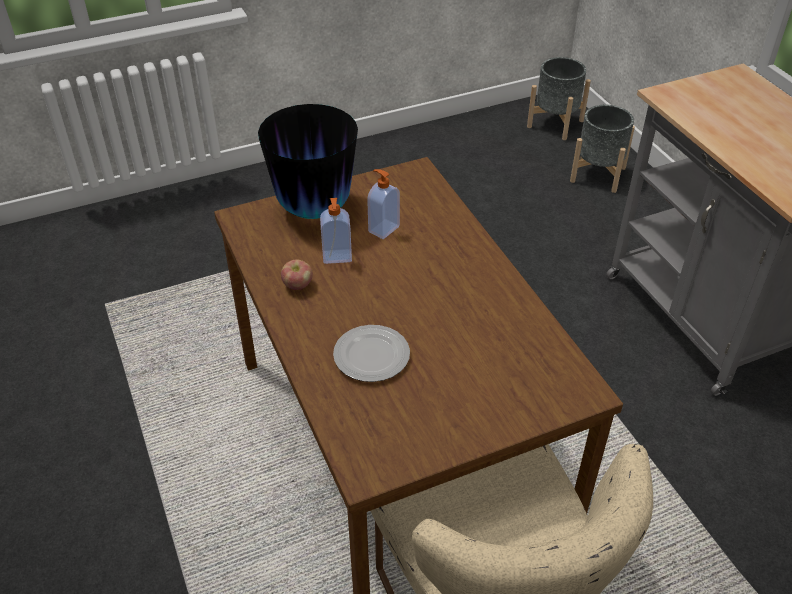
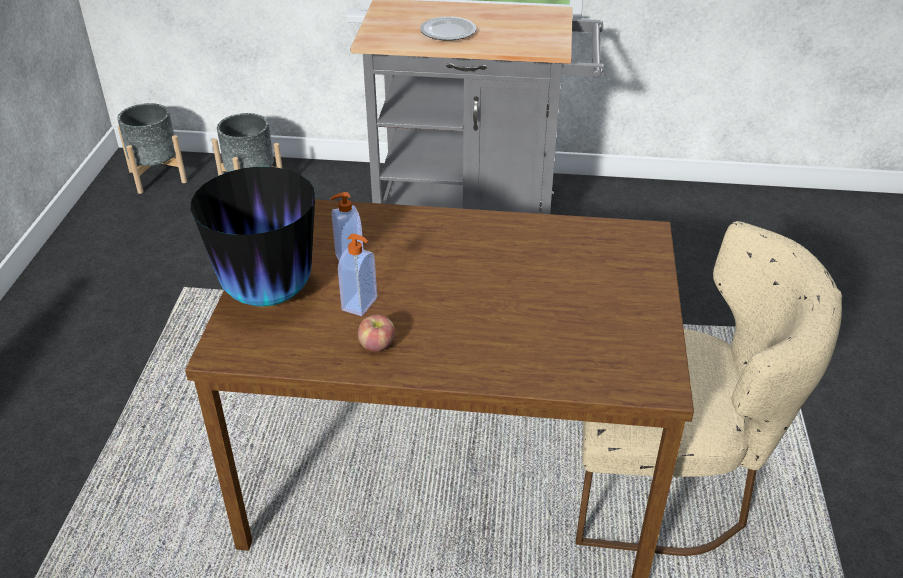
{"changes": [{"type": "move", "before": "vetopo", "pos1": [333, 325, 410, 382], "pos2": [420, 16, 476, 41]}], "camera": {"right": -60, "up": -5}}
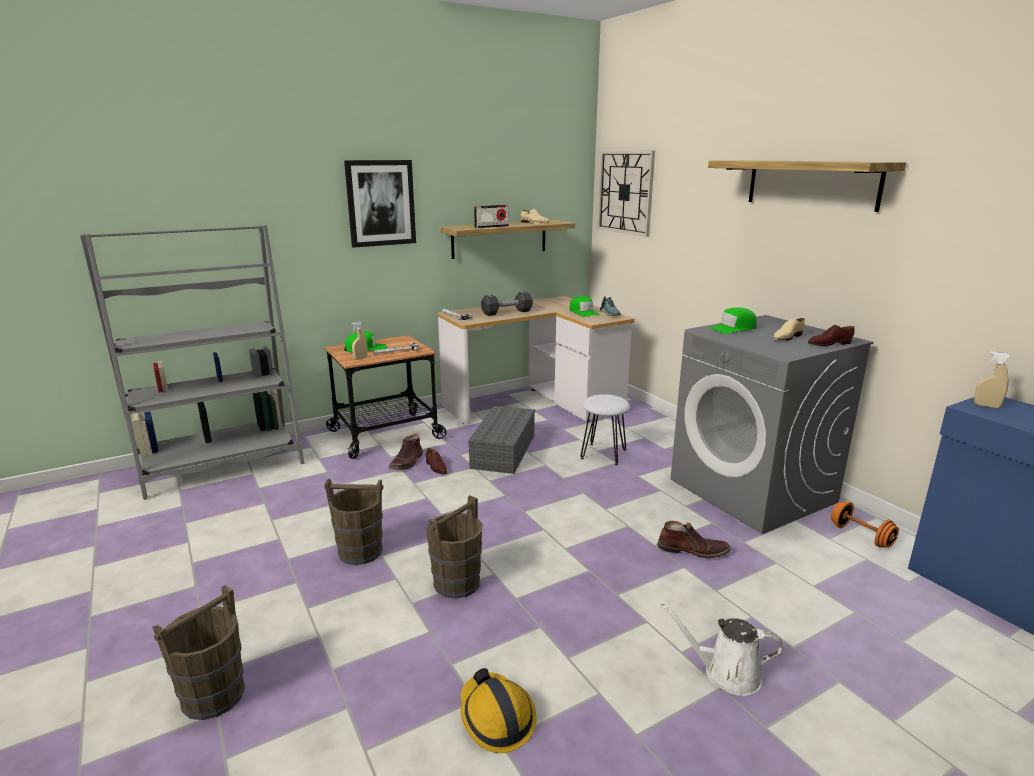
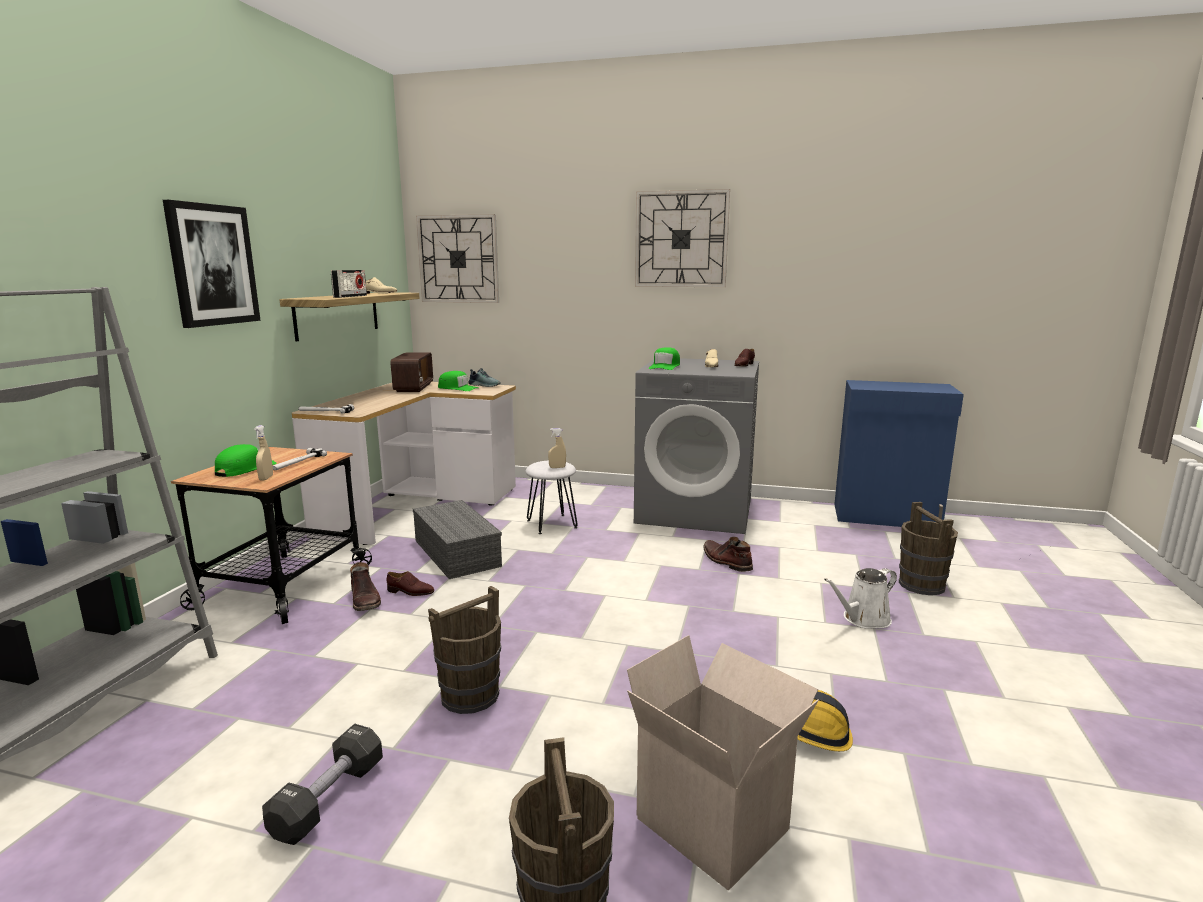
{"changes": [{"type": "delete", "before": "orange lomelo", "pos1": [831, 501, 899, 548]}, {"type": "insert", "after": "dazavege", "pos2": [391, 353, 433, 392]}, {"type": "insert", "after": "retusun", "pos2": [627, 635, 819, 891]}, {"type": "move", "before": "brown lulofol", "pos1": [426, 495, 483, 599], "pos2": [899, 502, 958, 595]}, {"type": "move", "before": "black lomelo", "pos1": [481, 292, 533, 316], "pos2": [262, 724, 383, 845]}, {"type": "move", "before": "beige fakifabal", "pos1": [974, 351, 1011, 408], "pos2": [548, 428, 566, 468]}, {"type": "replace", "before": "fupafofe", "after": "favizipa", "pos1": [708, 160, 906, 212], "pos2": [635, 189, 730, 287]}, {"type": "rotate", "before": "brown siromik", "pos1": [657, 521, 731, 558], "pos2": [703, 537, 753, 572], "turn": -90}], "camera": {"right": -45, "up": -5}}
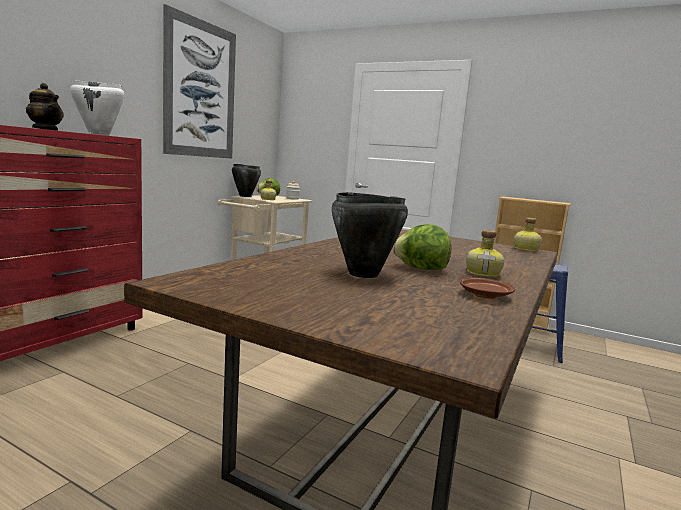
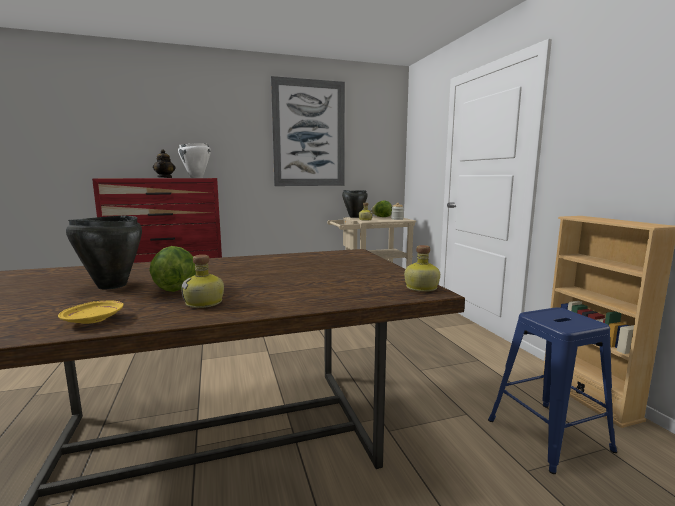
{"changes": [{"type": "recolor", "before": "brown vetopo", "after": "yellow vetopo", "pos1": [460, 278, 515, 298], "pos2": [58, 301, 123, 324]}], "camera": {"right": 45, "up": 0}}
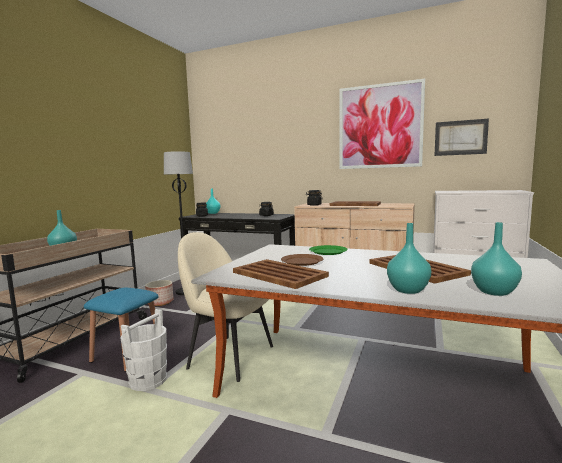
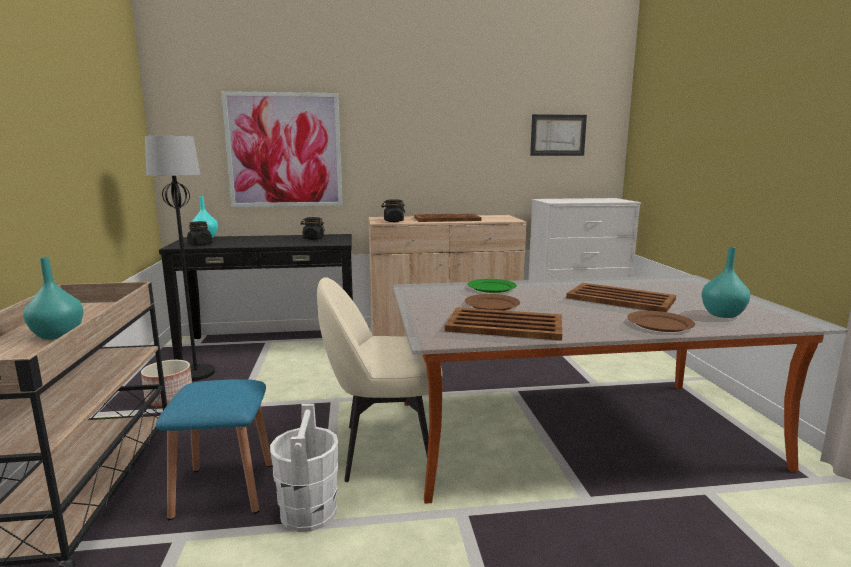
{"changes": [{"type": "move", "before": "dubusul", "pos1": [340, 79, 425, 169], "pos2": [221, 91, 343, 207]}, {"type": "replace", "before": "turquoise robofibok", "after": "brown vetopo", "pos1": [387, 223, 431, 294], "pos2": [627, 311, 695, 332]}], "camera": {"right": -30, "up": 5}}
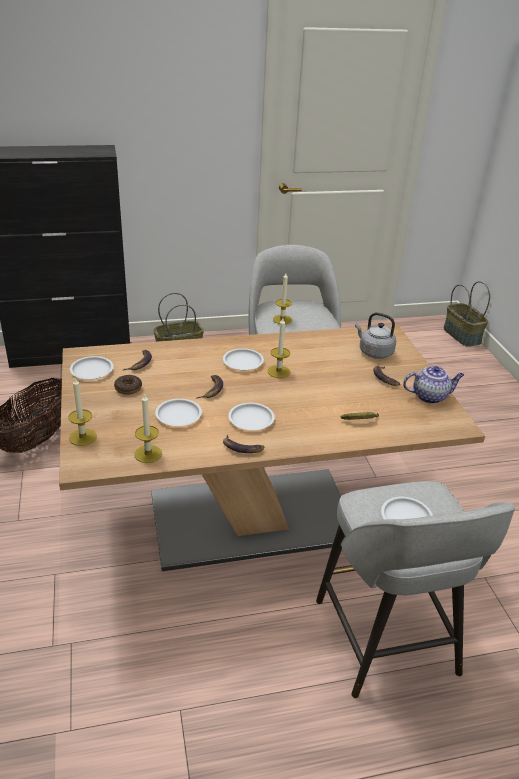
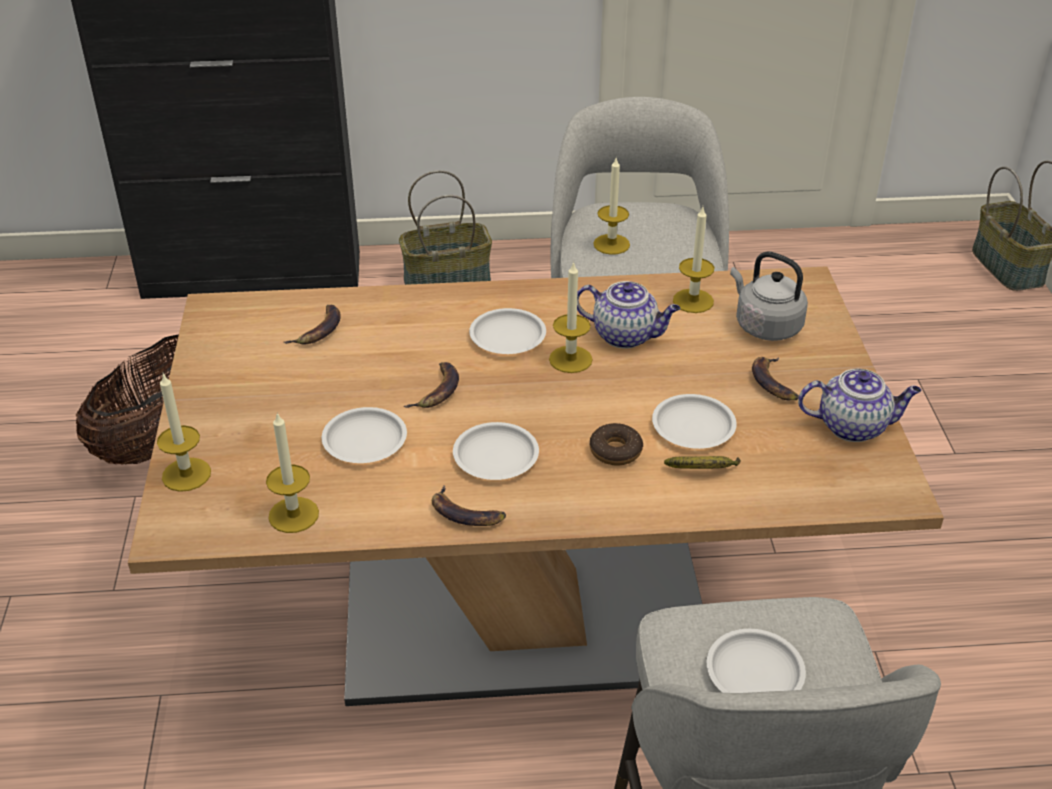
{"changes": [{"type": "insert", "after": "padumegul", "pos2": [577, 281, 680, 349]}, {"type": "insert", "after": "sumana", "pos2": [673, 207, 714, 313]}, {"type": "move", "before": "white vetopo", "pos1": [70, 356, 113, 379], "pos2": [652, 394, 737, 449]}, {"type": "move", "before": "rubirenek", "pos1": [114, 375, 142, 395], "pos2": [590, 423, 643, 465]}], "camera": {"right": 10, "up": 5}}
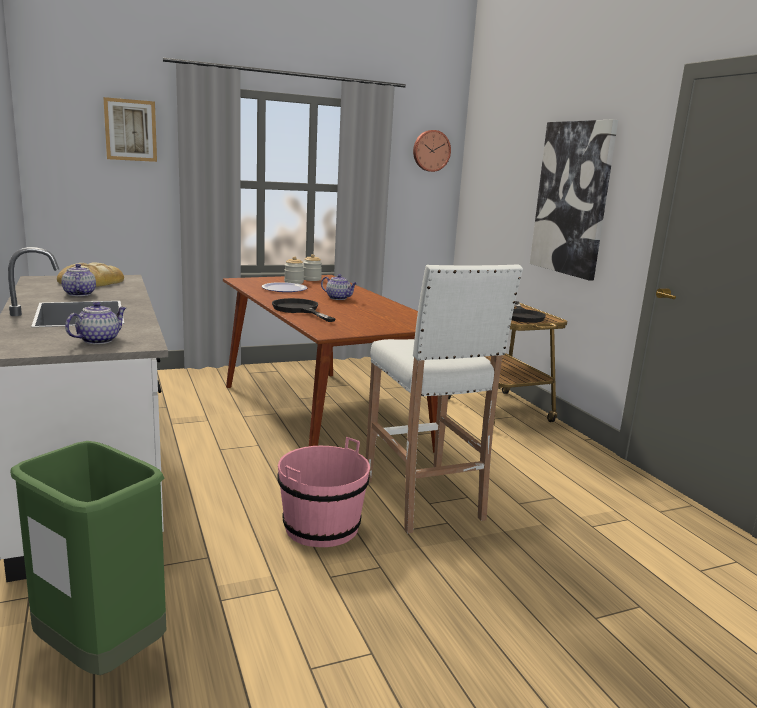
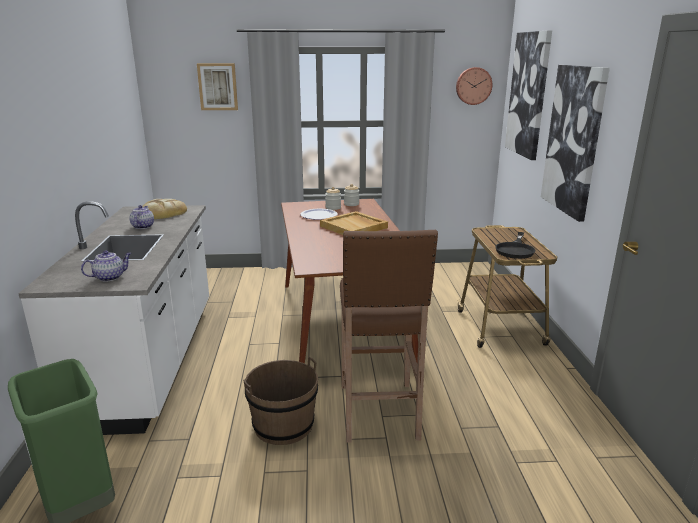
{"changes": [{"type": "delete", "before": "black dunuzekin", "pos1": [272, 298, 336, 322]}, {"type": "insert", "after": "dubusul", "pos2": [505, 30, 552, 160]}, {"type": "replace", "before": "padumegul", "after": "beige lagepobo", "pos1": [321, 274, 357, 300], "pos2": [320, 211, 388, 235]}, {"type": "recolor", "before": "pink lulofol", "after": "brown lulofol", "pos1": [277, 437, 370, 547], "pos2": [243, 357, 318, 445]}, {"type": "recolor", "before": "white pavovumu", "after": "brown pavovumu", "pos1": [366, 264, 523, 533], "pos2": [340, 230, 438, 443]}], "camera": {"right": 20, "up": 5}}
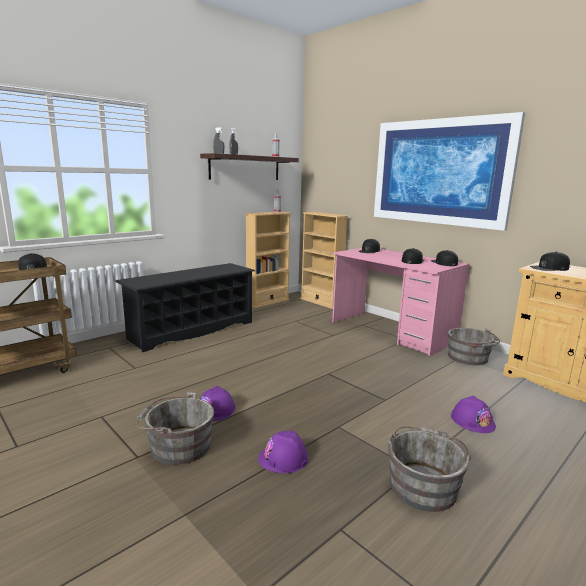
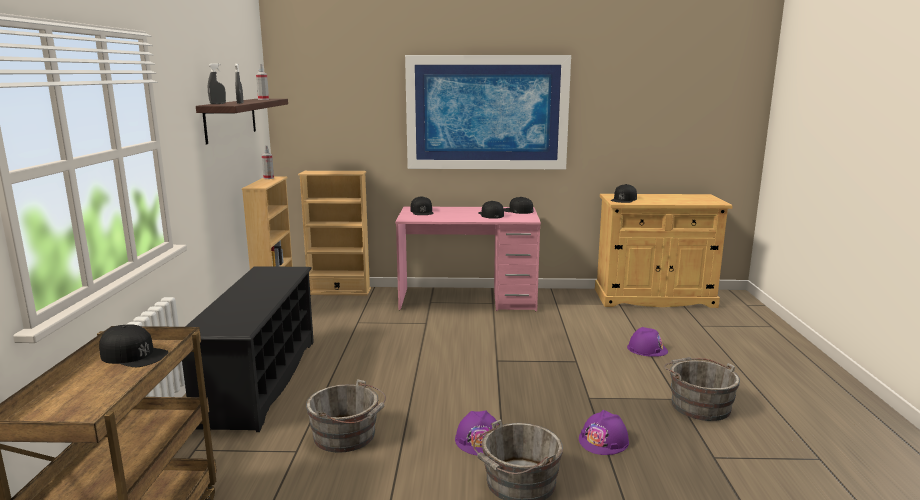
{"changes": [{"type": "move", "before": "grey lulofol", "pos1": [447, 328, 500, 365], "pos2": [306, 379, 386, 452]}], "camera": {"right": -45, "up": 0}}
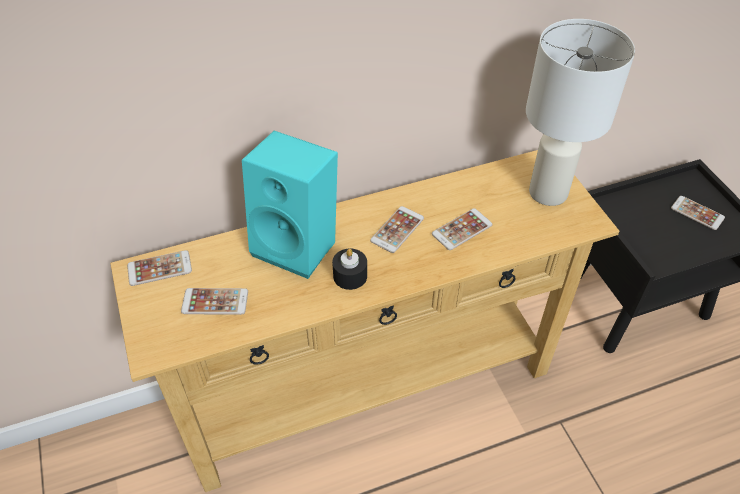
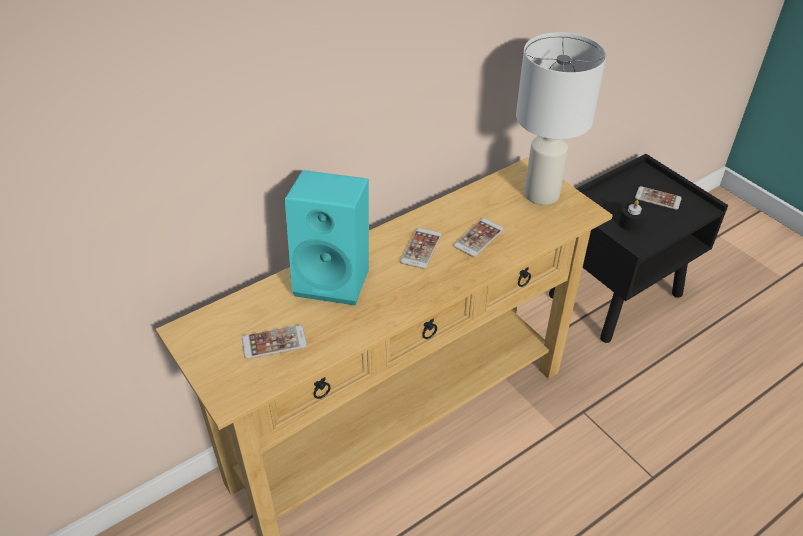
{"changes": [{"type": "delete", "before": "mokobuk", "pos1": [127, 250, 192, 286]}, {"type": "move", "before": "black sumana", "pos1": [332, 249, 367, 290], "pos2": [618, 200, 647, 231]}], "camera": {"right": -15, "up": -5}}
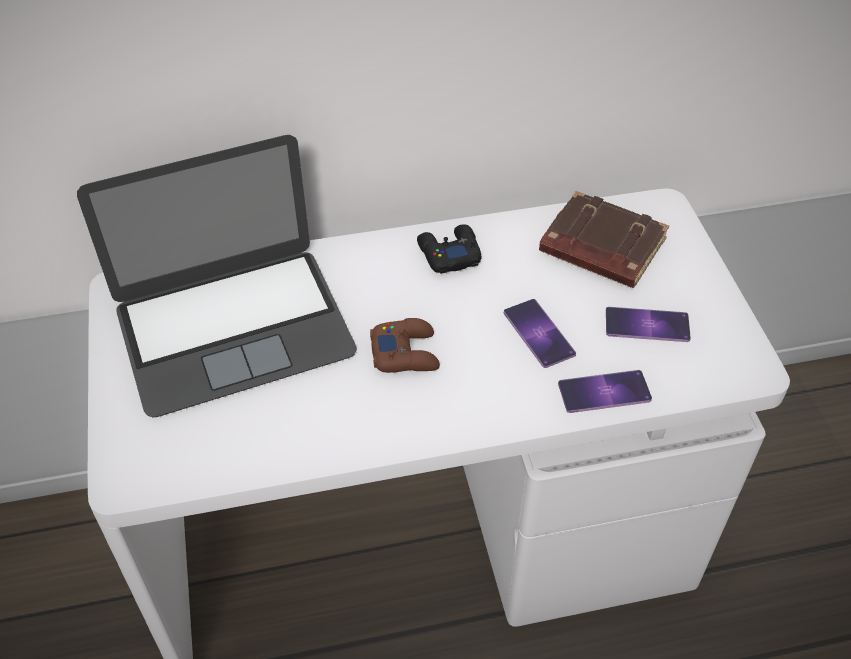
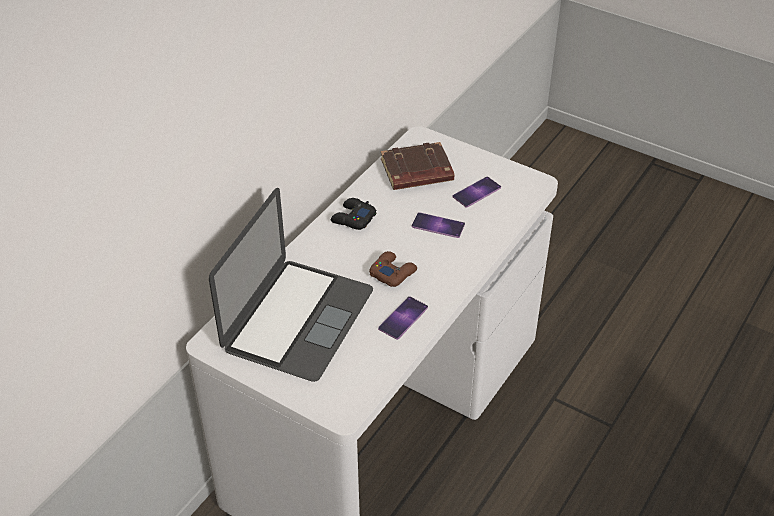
{"changes": [{"type": "move", "before": "mokobuk", "pos1": [558, 370, 652, 413], "pos2": [378, 296, 428, 340]}], "camera": {"right": -45, "up": -5}}
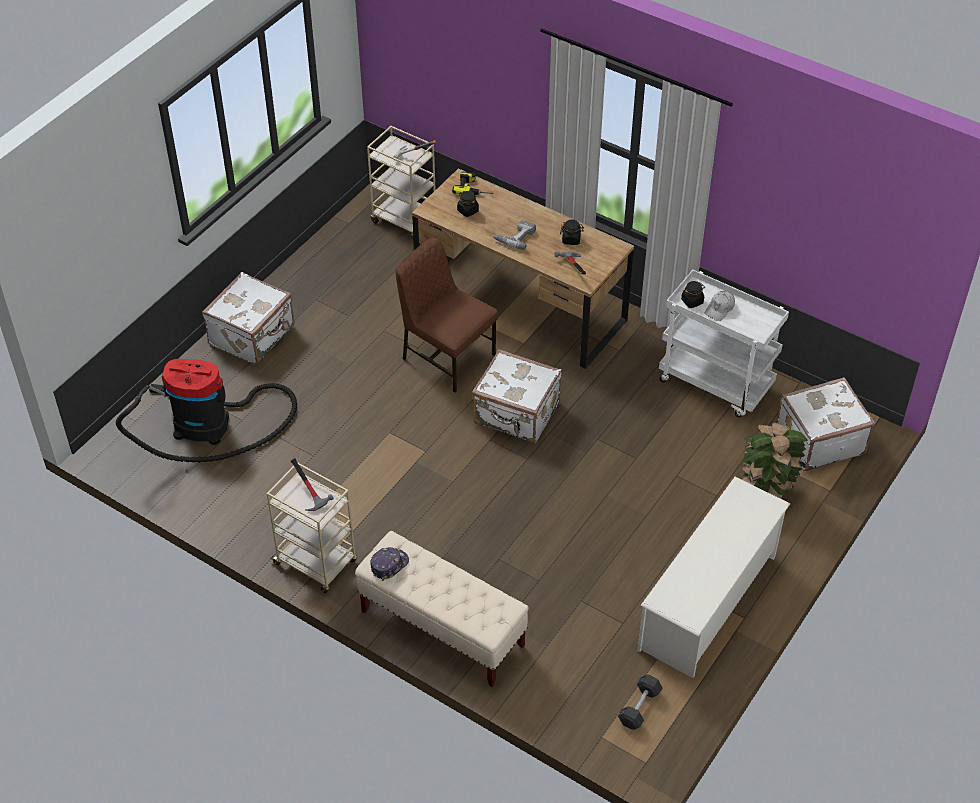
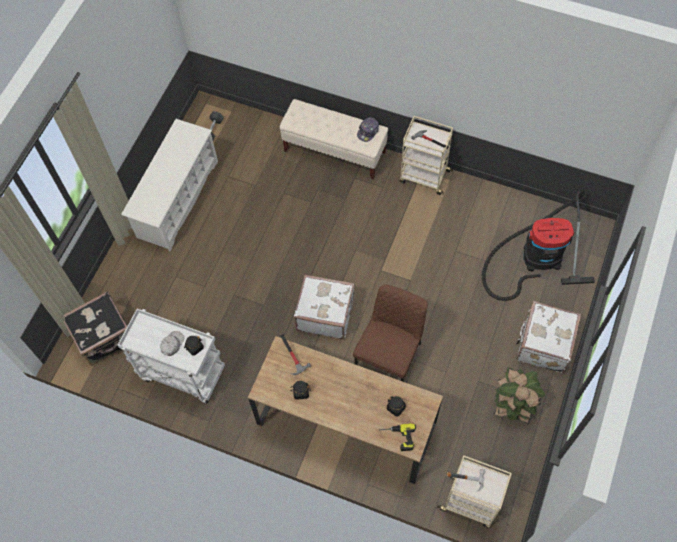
{"changes": [{"type": "delete", "before": "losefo", "pos1": [493, 220, 536, 250]}, {"type": "move", "before": "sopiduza", "pos1": [742, 422, 808, 499], "pos2": [494, 367, 545, 424]}, {"type": "recolor", "before": "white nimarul", "after": "black nimarul", "pos1": [777, 377, 875, 471], "pos2": [63, 291, 127, 366]}, {"type": "rotate", "before": "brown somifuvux", "pos1": [396, 238, 498, 393], "pos2": [353, 285, 428, 382], "turn": -90}], "camera": {"right": 170, "up": 15}}
